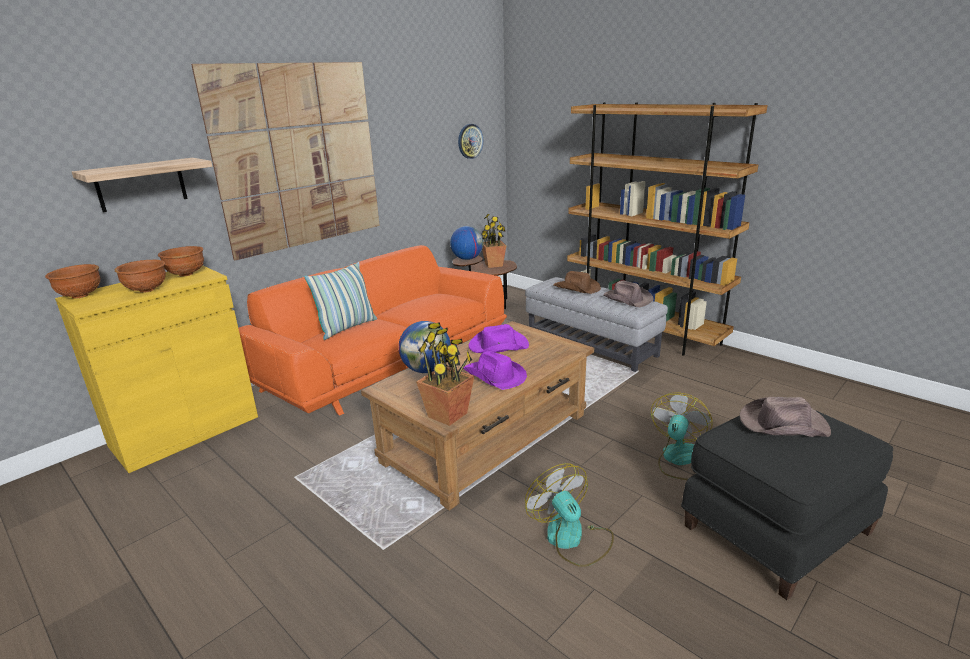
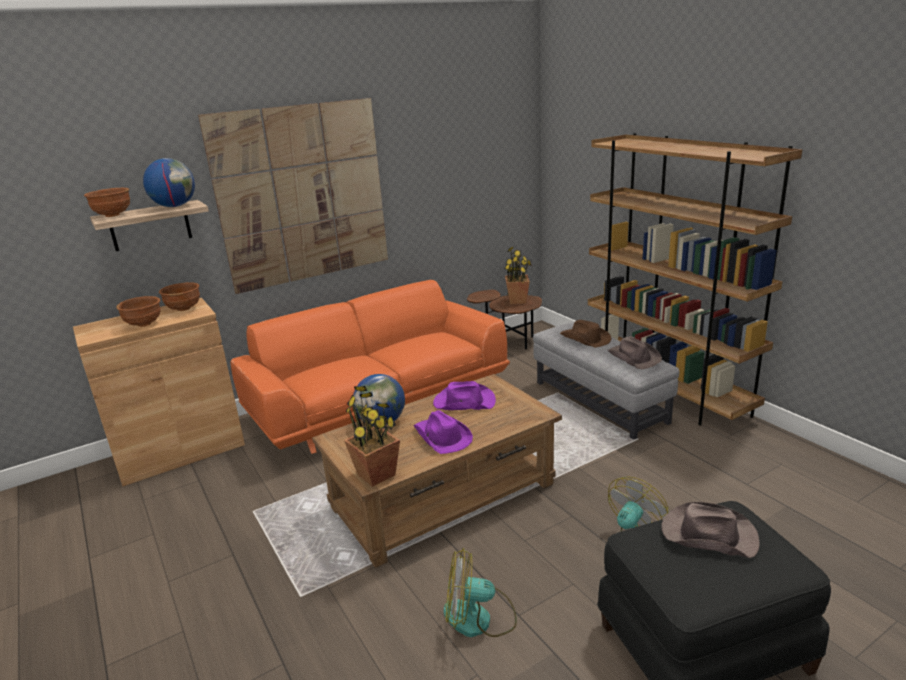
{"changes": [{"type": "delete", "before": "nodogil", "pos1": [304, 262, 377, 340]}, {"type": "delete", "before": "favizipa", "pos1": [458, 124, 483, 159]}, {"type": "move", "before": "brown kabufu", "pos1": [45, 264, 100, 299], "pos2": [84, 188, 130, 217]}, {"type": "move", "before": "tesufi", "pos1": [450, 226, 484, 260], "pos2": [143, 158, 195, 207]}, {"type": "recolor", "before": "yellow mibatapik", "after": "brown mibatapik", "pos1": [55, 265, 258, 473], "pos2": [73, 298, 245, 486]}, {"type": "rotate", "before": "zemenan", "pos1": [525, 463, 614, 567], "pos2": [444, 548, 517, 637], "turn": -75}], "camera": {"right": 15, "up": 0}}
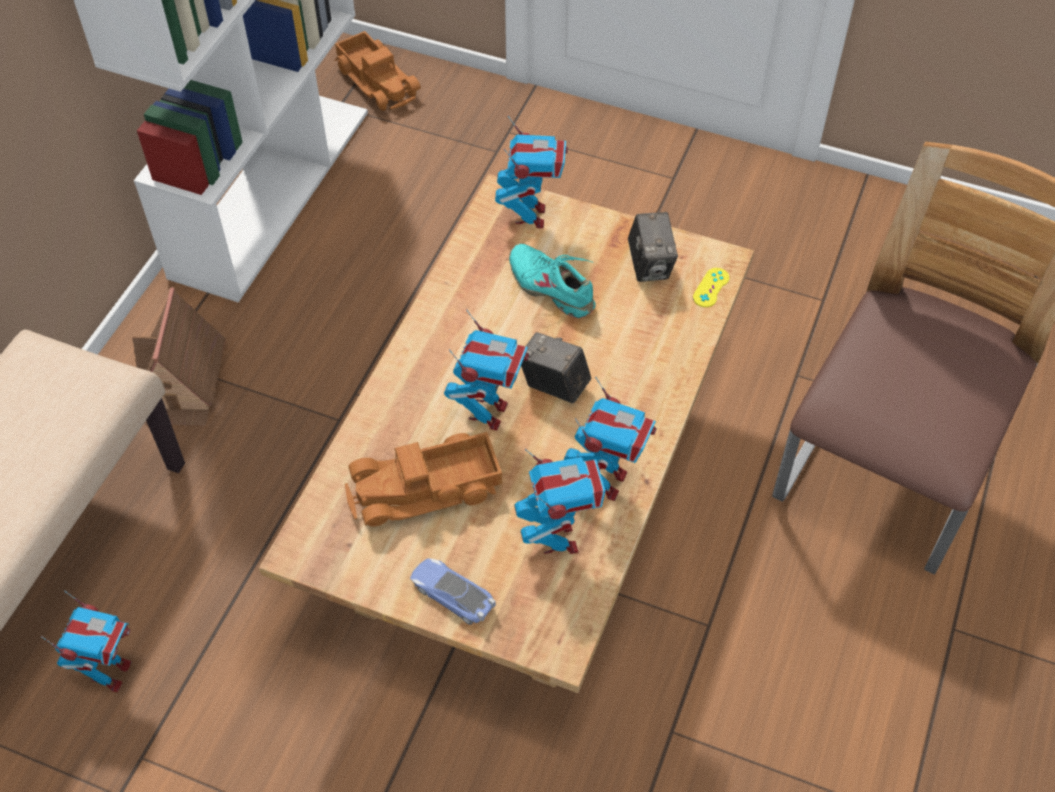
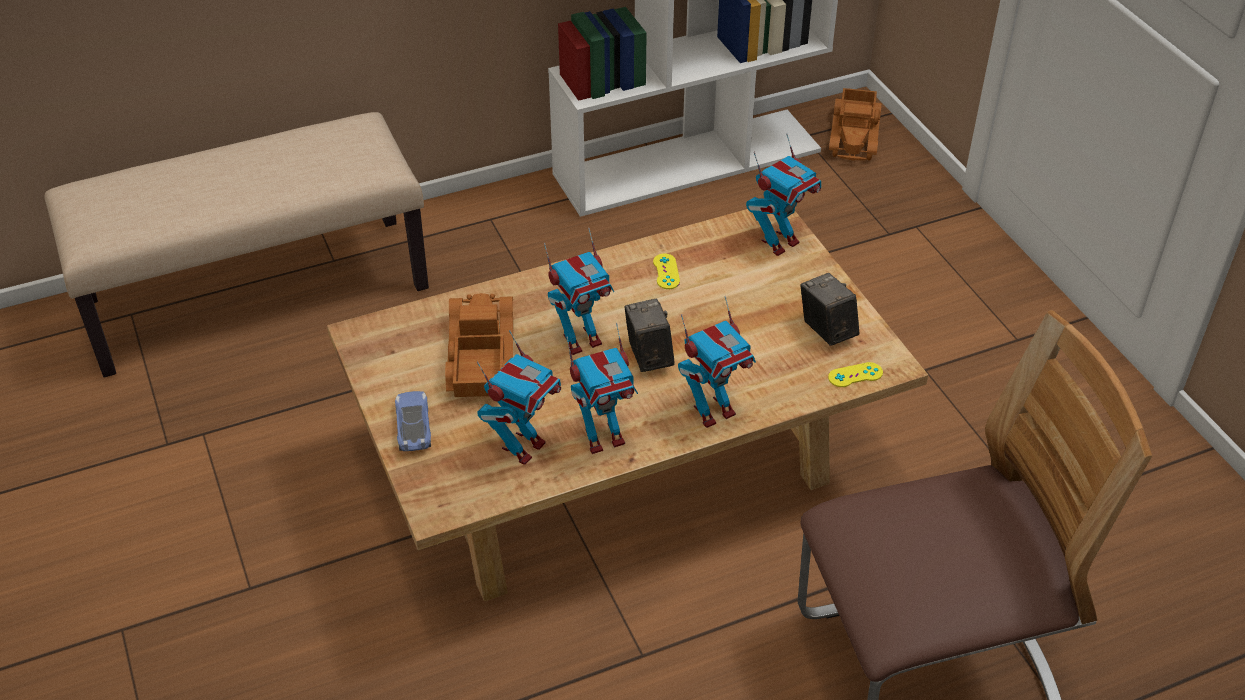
{"changes": [{"type": "delete", "before": "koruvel", "pos1": [132, 287, 226, 426]}, {"type": "delete", "before": "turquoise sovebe", "pos1": [509, 243, 596, 318]}, {"type": "insert", "after": "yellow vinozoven", "pos2": [653, 254, 680, 289]}, {"type": "move", "before": "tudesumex", "pos1": [41, 590, 131, 692], "pos2": [678, 296, 756, 428]}, {"type": "rotate", "before": "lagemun", "pos1": [345, 432, 502, 527], "pos2": [445, 293, 513, 397], "turn": 60}, {"type": "rotate", "before": "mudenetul", "pos1": [628, 212, 678, 282], "pos2": [801, 273, 859, 346], "turn": 120}], "camera": {"right": 45, "up": -10}}
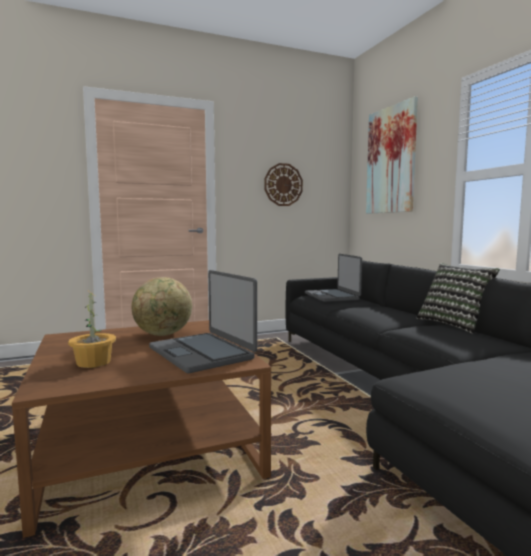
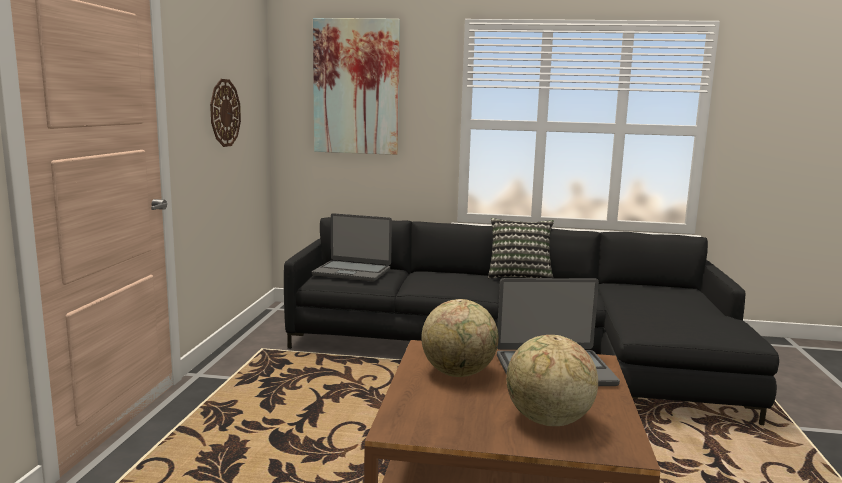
{"changes": [{"type": "replace", "before": "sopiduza", "after": "tesufi", "pos1": [68, 291, 116, 368], "pos2": [506, 335, 598, 426]}], "camera": {"right": -60, "up": 5}}
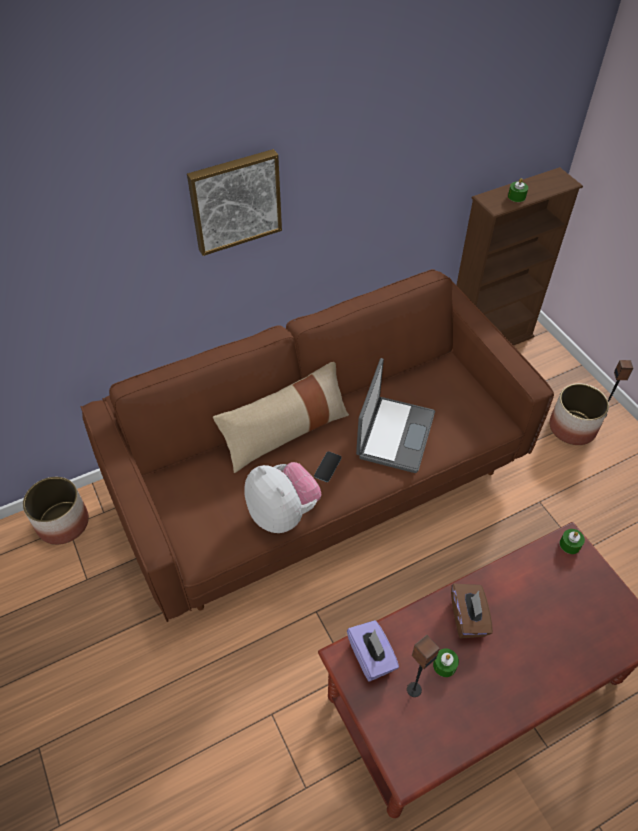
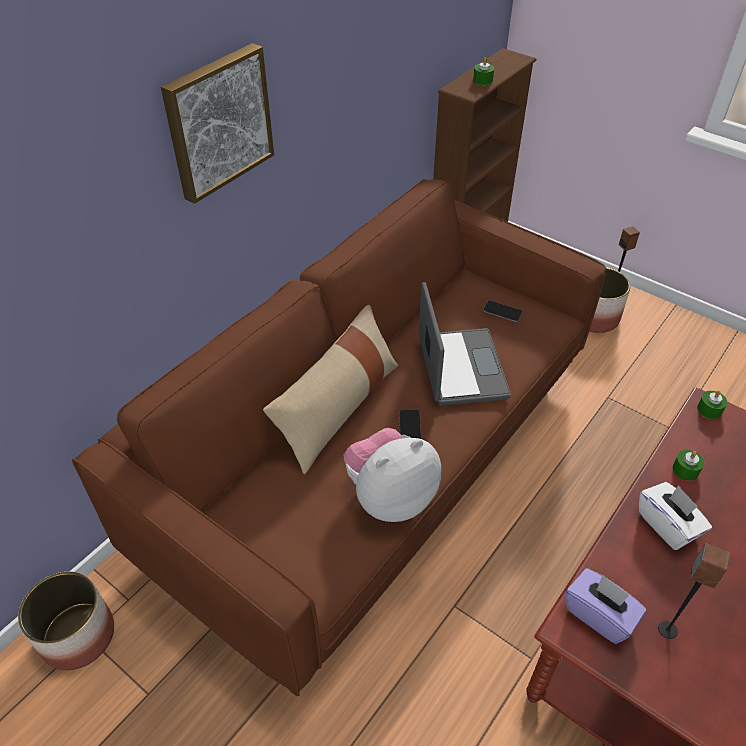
{"changes": [{"type": "insert", "after": "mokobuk", "pos2": [483, 301, 523, 322]}, {"type": "move", "before": "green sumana", "pos1": [433, 649, 459, 677], "pos2": [672, 450, 704, 481]}, {"type": "recolor", "before": "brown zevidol", "after": "white zevidol", "pos1": [451, 584, 493, 639], "pos2": [639, 482, 712, 550]}, {"type": "rotate", "before": "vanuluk", "pos1": [244, 462, 322, 533], "pos2": [344, 428, 441, 522], "turn": -60}], "camera": {"right": -25, "up": -5}}
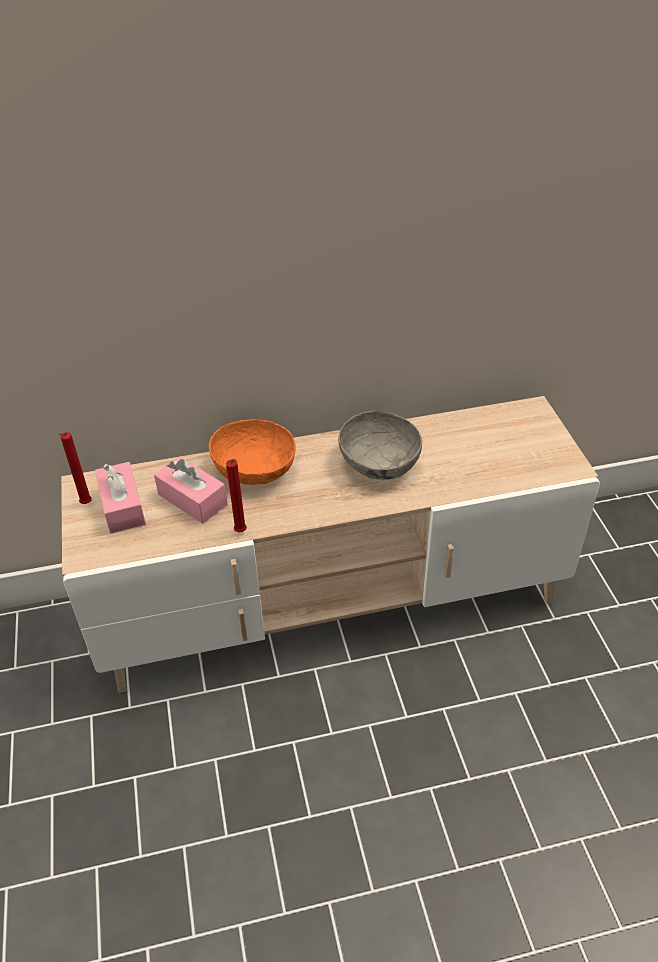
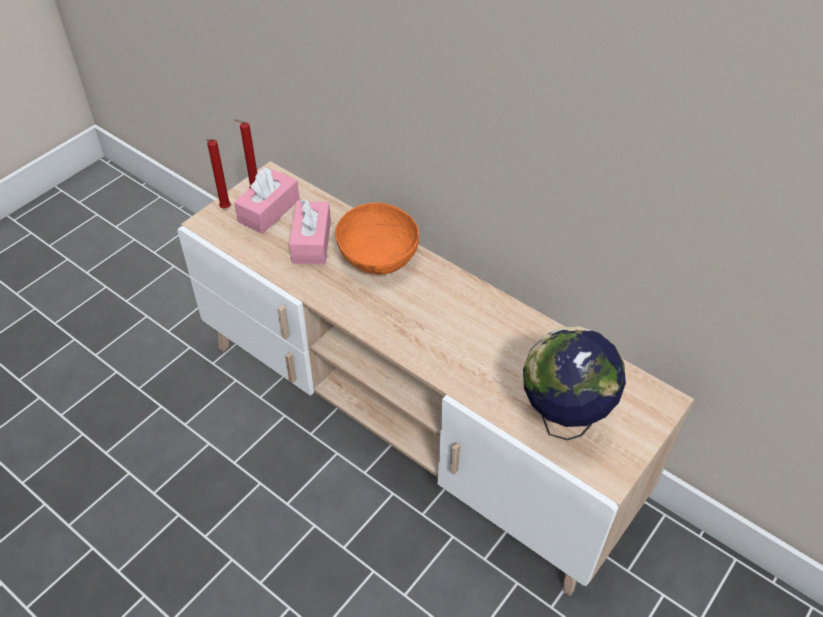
{"changes": [{"type": "delete", "before": "grey kabufu", "pos1": [338, 411, 422, 479]}, {"type": "insert", "after": "tesufi", "pos2": [523, 326, 626, 441]}, {"type": "move", "before": "red sumana", "pos1": [226, 459, 247, 532], "pos2": [206, 139, 231, 208]}], "camera": {"right": 50, "up": 5}}
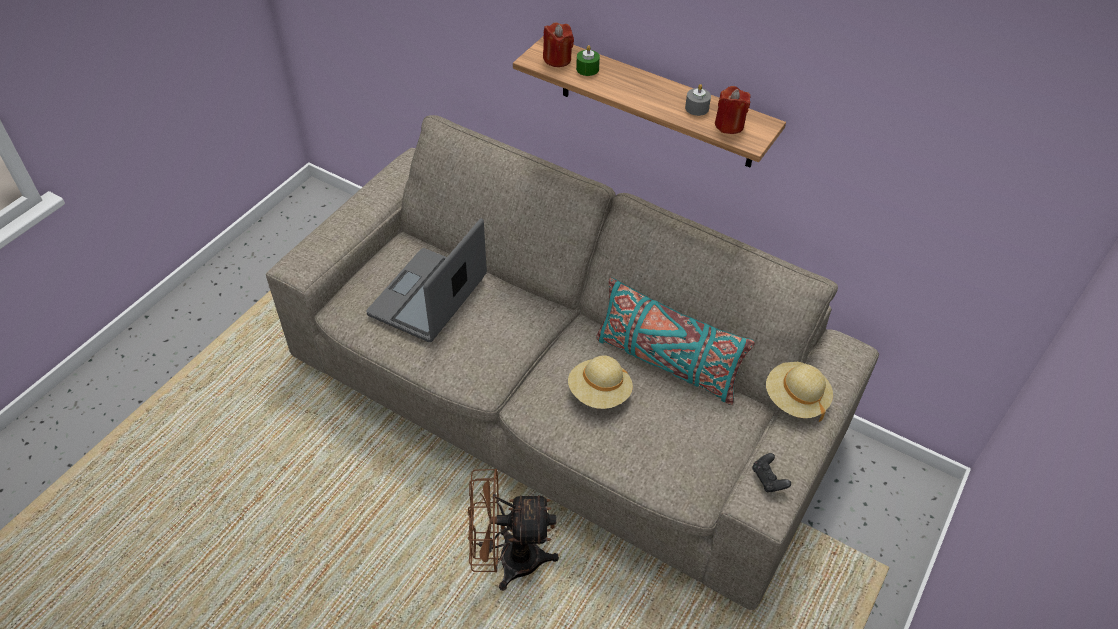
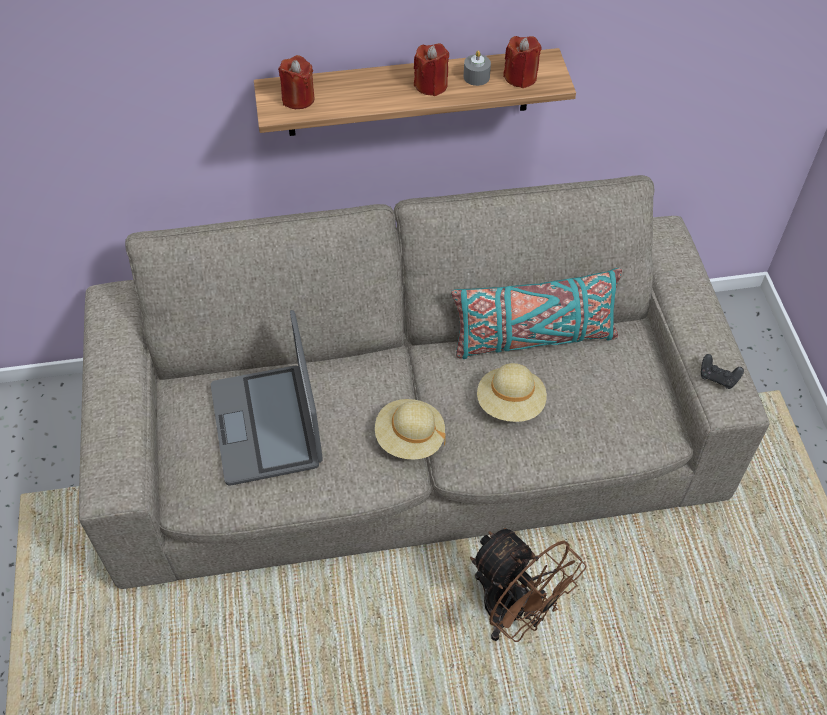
{"changes": [{"type": "delete", "before": "green sumana", "pos1": [576, 45, 600, 76]}, {"type": "insert", "after": "red sumana", "pos2": [414, 43, 449, 96]}, {"type": "move", "before": "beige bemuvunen", "pos1": [766, 362, 833, 422], "pos2": [375, 399, 446, 460]}, {"type": "rotate", "before": "brown zemenan", "pos1": [468, 469, 559, 591], "pos2": [470, 528, 586, 642], "turn": -90}], "camera": {"right": -40, "up": 5}}
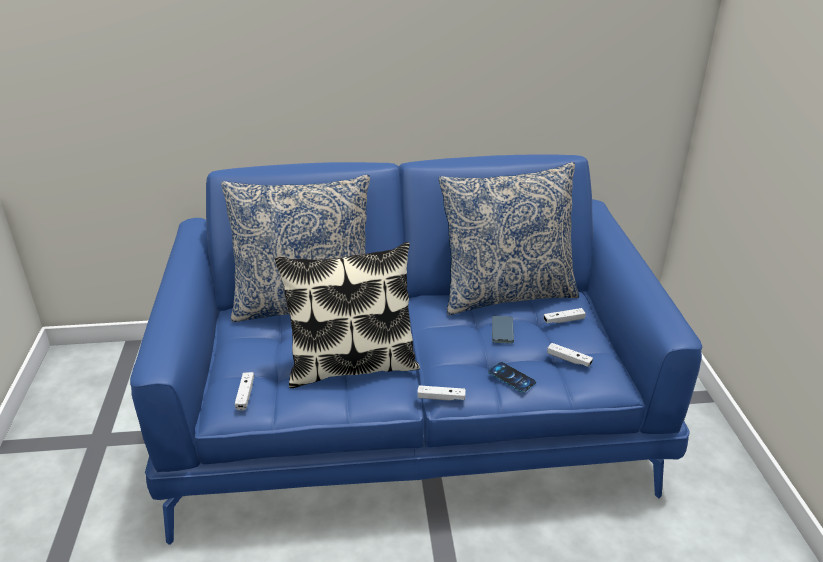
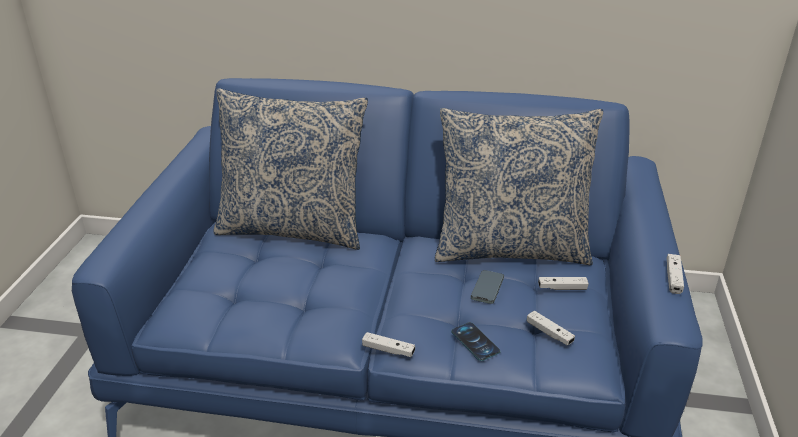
{"changes": [{"type": "delete", "before": "nodogil", "pos1": [275, 242, 420, 388]}, {"type": "move", "before": "white vinozoven", "pos1": [235, 372, 255, 410], "pos2": [666, 254, 684, 294]}], "camera": {"right": 15, "up": 0}}
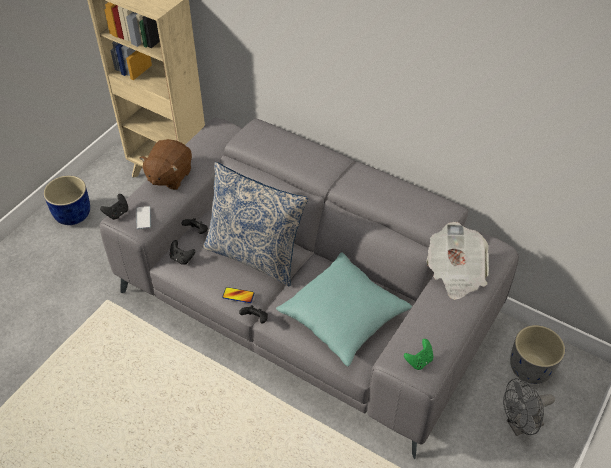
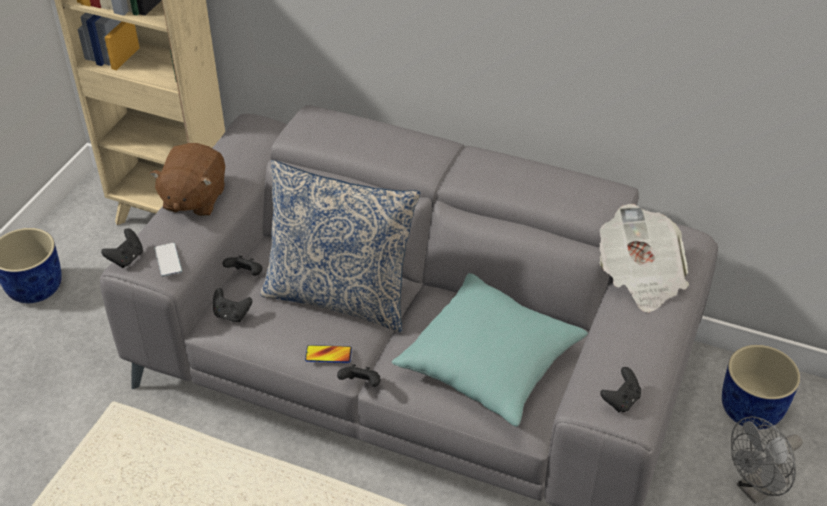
{"changes": [{"type": "recolor", "before": "green vinozoven", "after": "black vinozoven", "pos1": [404, 339, 433, 370], "pos2": [600, 367, 641, 412]}, {"type": "recolor", "before": "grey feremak", "after": "blue feremak", "pos1": [510, 325, 565, 384], "pos2": [722, 345, 800, 429]}], "camera": {"right": -10, "up": -5}}
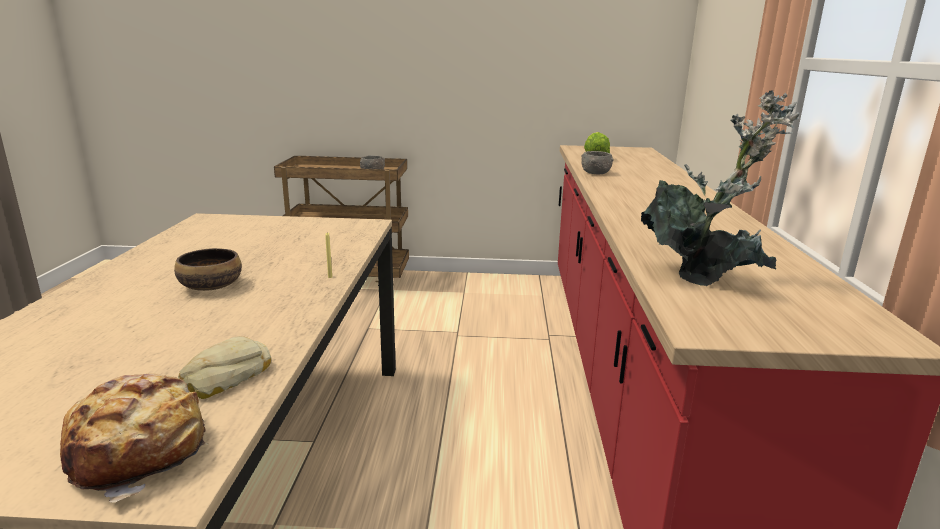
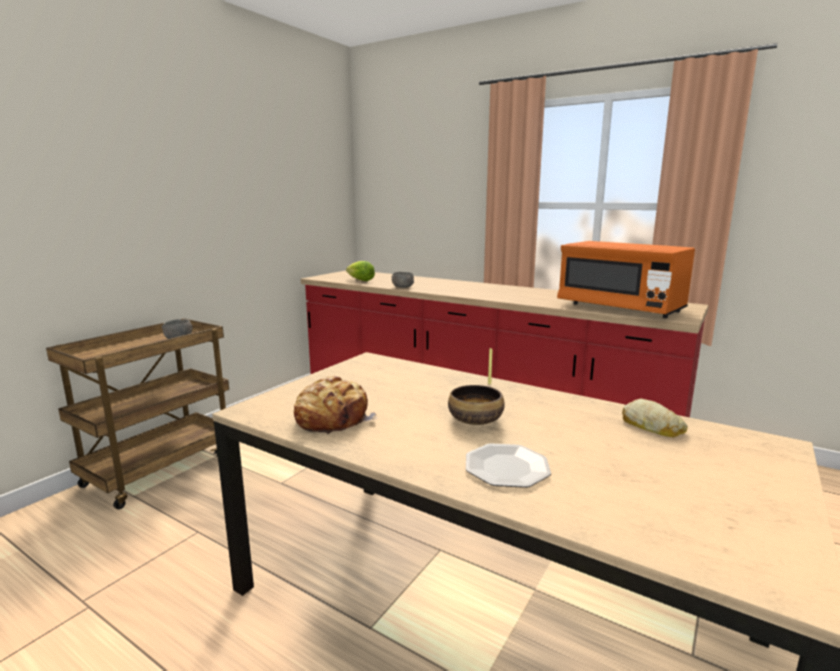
{"changes": [{"type": "insert", "after": "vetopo", "pos2": [466, 444, 551, 488]}, {"type": "move", "before": "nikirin", "pos1": [60, 374, 209, 503], "pos2": [294, 376, 377, 434]}, {"type": "replace", "before": "sopiduza", "after": "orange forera", "pos1": [641, 91, 800, 286], "pos2": [557, 241, 695, 318]}], "camera": {"right": -60, "up": -5}}
